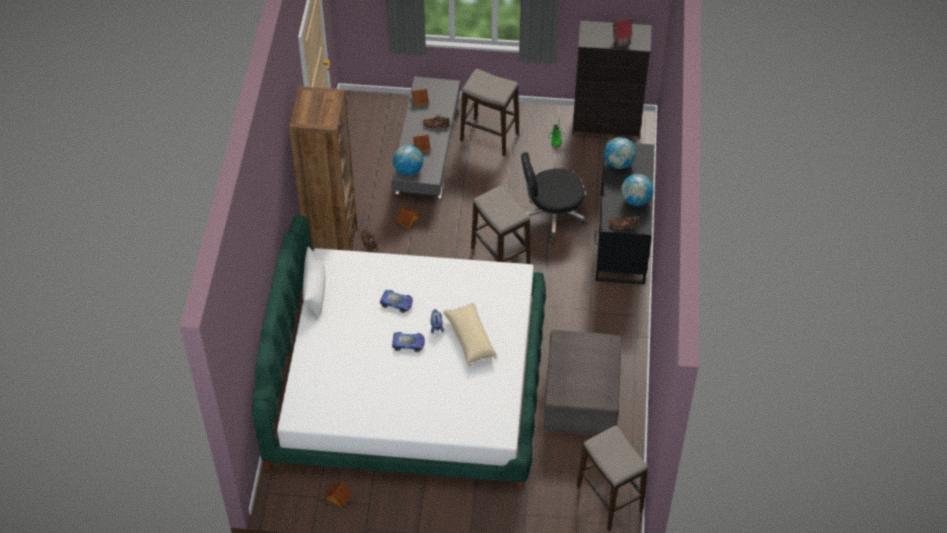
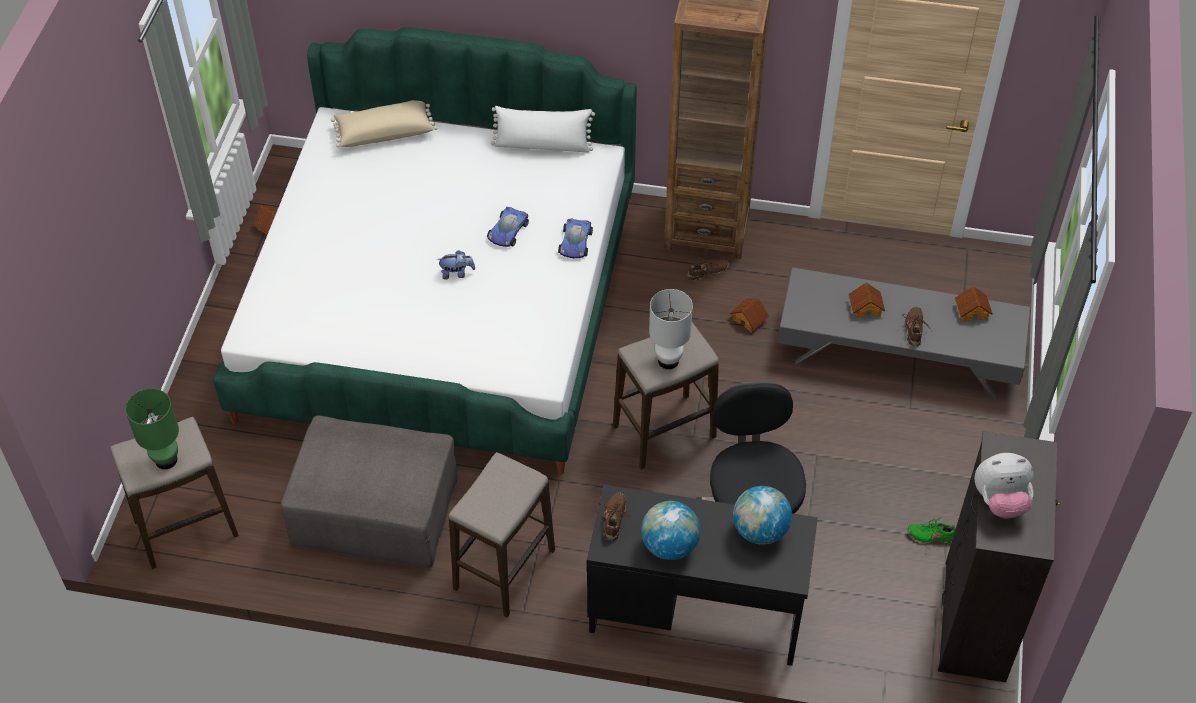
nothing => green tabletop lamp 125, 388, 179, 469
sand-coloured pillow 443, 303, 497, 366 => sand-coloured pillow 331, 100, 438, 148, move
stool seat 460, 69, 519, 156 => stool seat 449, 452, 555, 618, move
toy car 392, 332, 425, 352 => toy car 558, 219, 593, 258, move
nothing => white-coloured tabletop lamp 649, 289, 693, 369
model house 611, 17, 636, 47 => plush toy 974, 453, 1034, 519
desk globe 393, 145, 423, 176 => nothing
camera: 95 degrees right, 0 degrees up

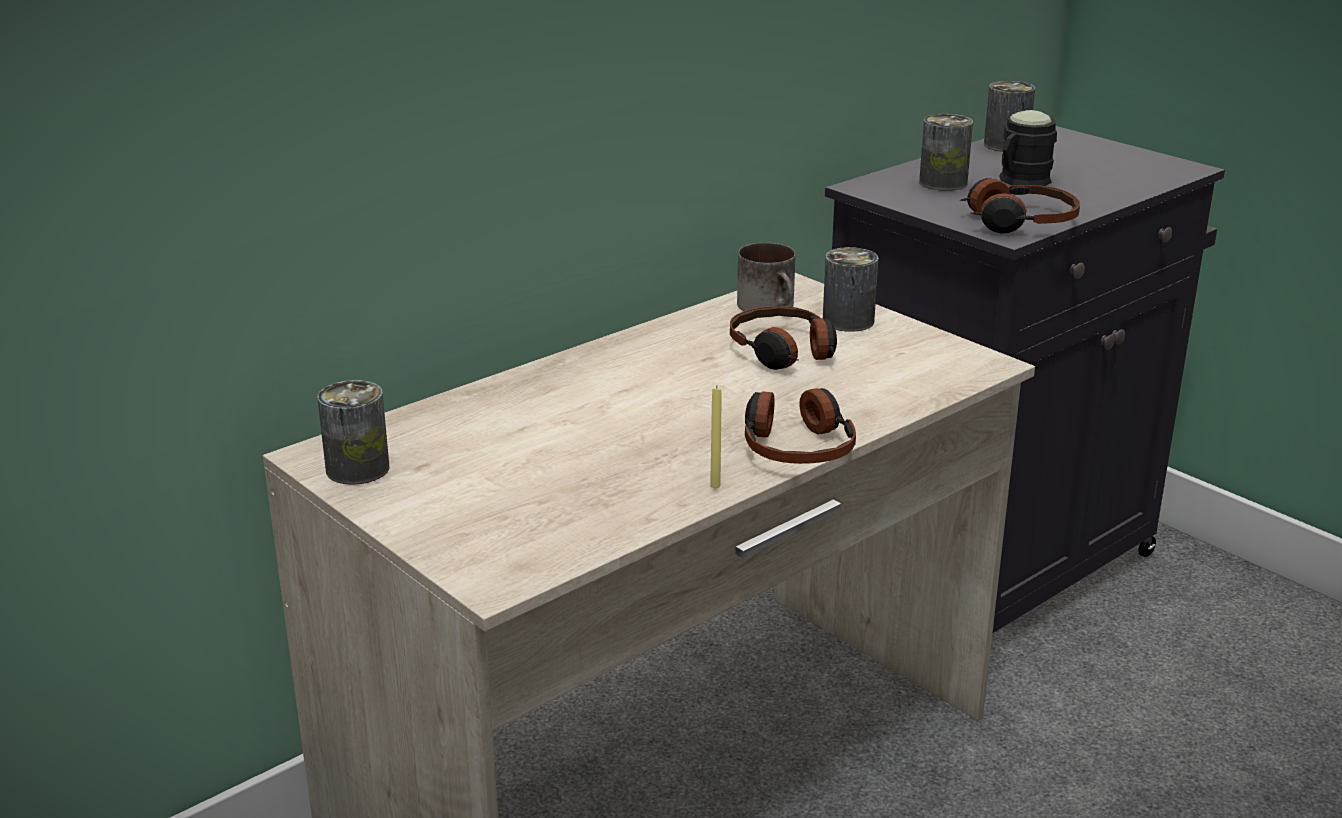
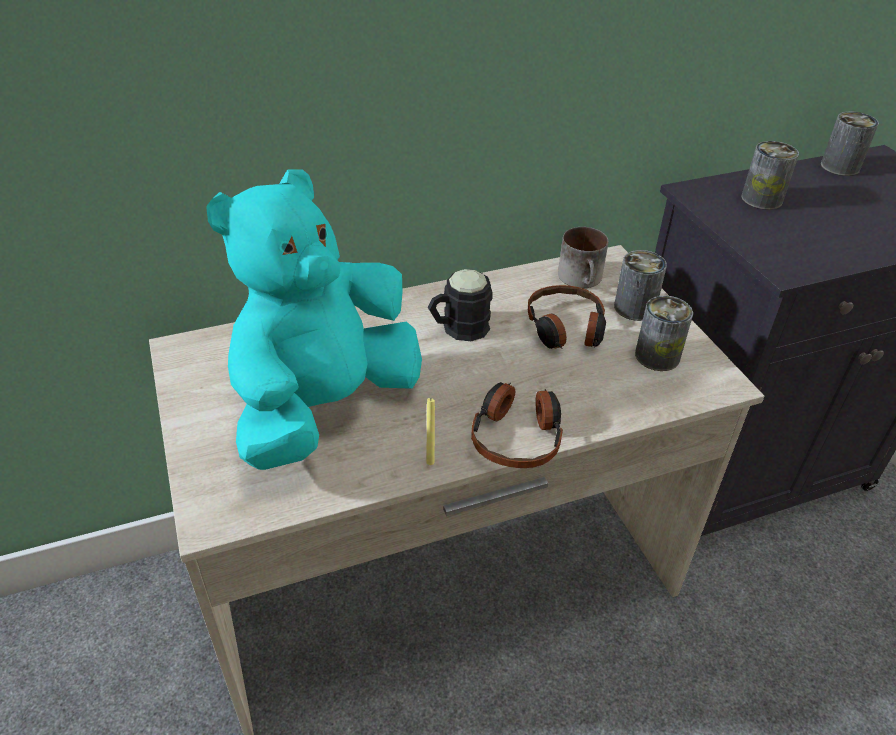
nothing => turquoise-coloured plush toy 206, 169, 422, 470
blackish coffee mug 999, 110, 1057, 186 => blackish coffee mug 428, 269, 493, 341, move
metal can 317, 380, 389, 485 => metal can 635, 296, 693, 371, move
headphones 960, 178, 1080, 233 => nothing
camera: 20 degrees right, 15 degrees up

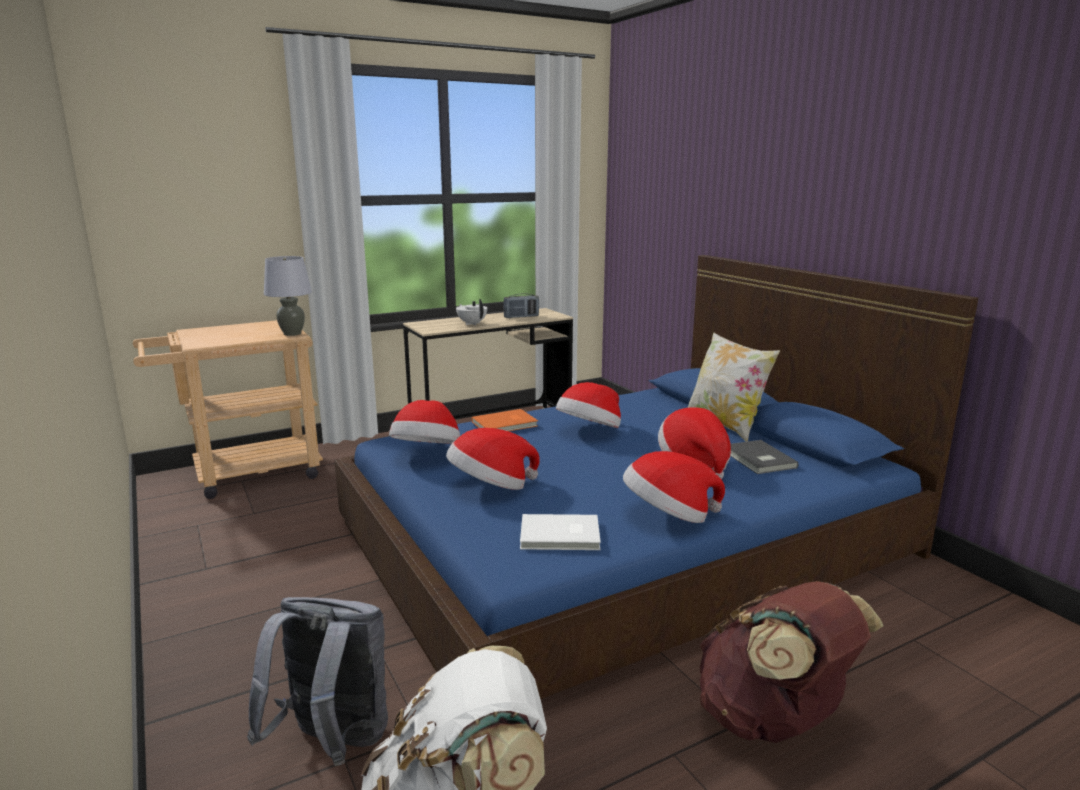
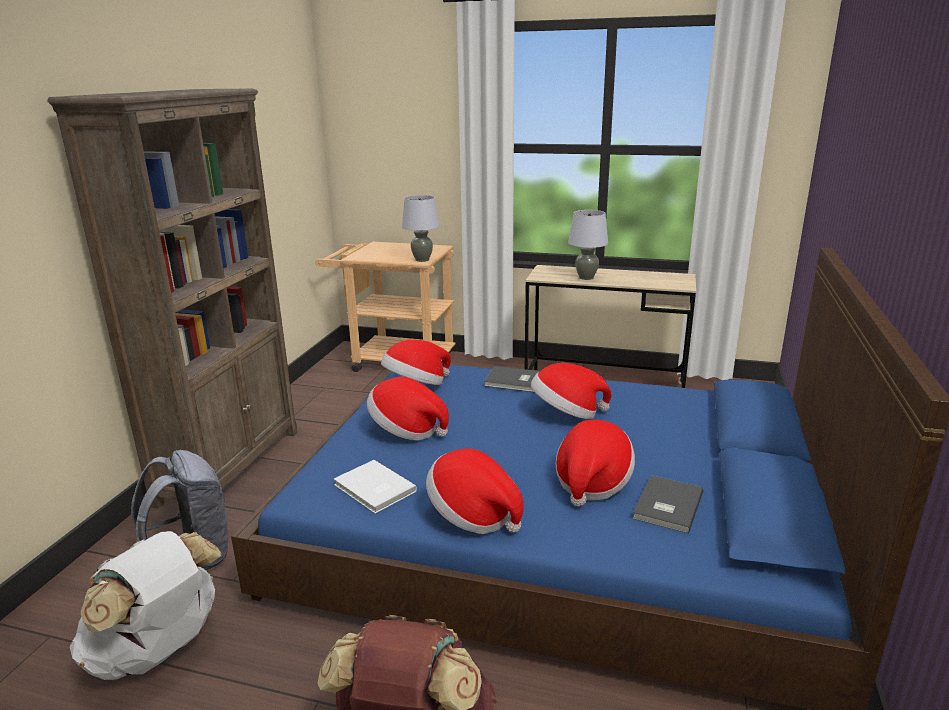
nothing => brown-coloured bookcase 47, 88, 297, 509
orange-coloured book 472, 409, 538, 431 => grey book 484, 366, 540, 392
white-coloured pot for tea 456, 299, 487, 325 => grey tabletop lamp 568, 210, 608, 280
radio 503, 293, 539, 318 => nothing
pillow 687, 332, 780, 442 => nothing
camera: 45 degrees right, 5 degrees up

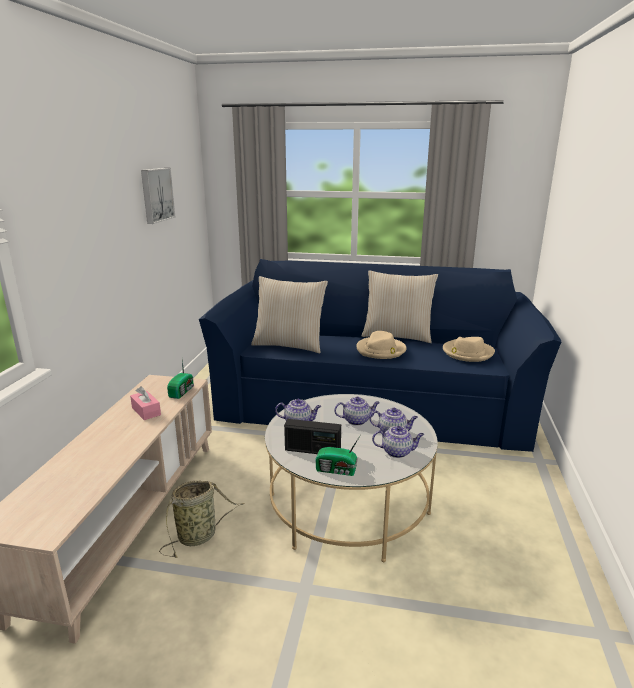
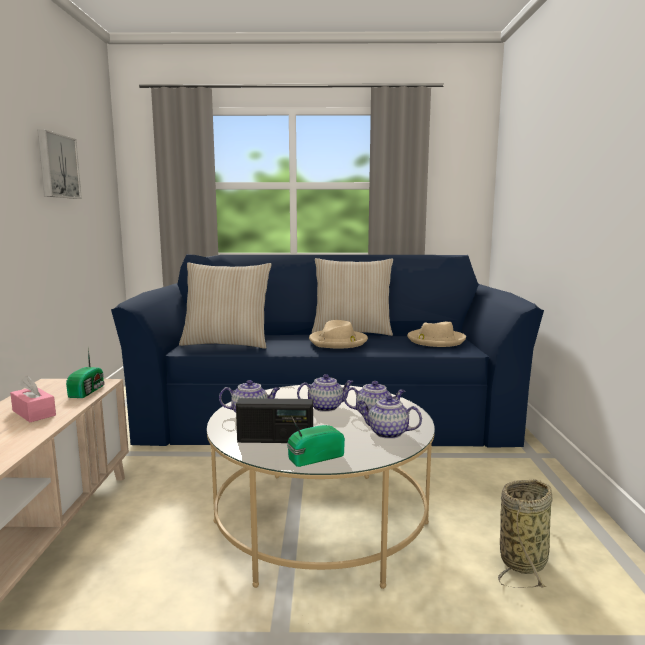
radio 316, 436, 360, 476 => radio 287, 417, 345, 467, 150 degrees clockwise
pot for tea 372, 426, 424, 458 => pot for tea 358, 395, 422, 439, 150 degrees counterclockwise
household basket 159, 481, 245, 558 => household basket 498, 479, 553, 588, move
camera: 10 degrees left, 10 degrees down

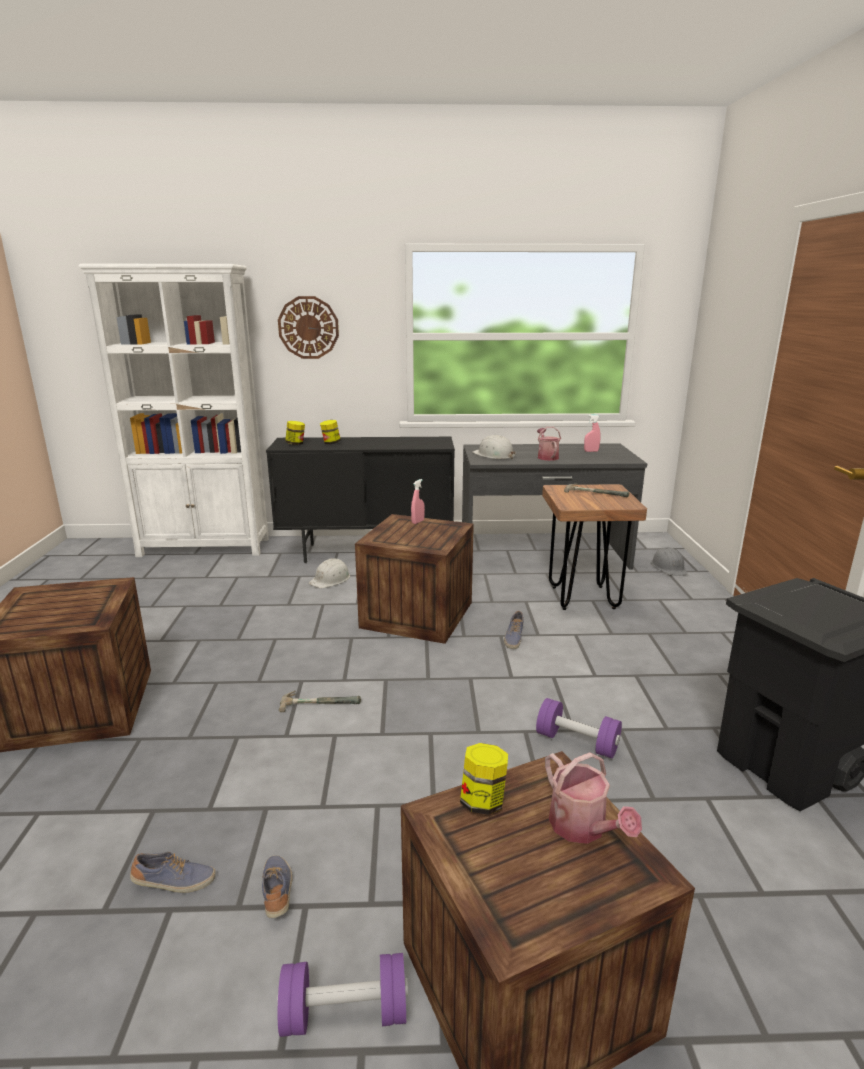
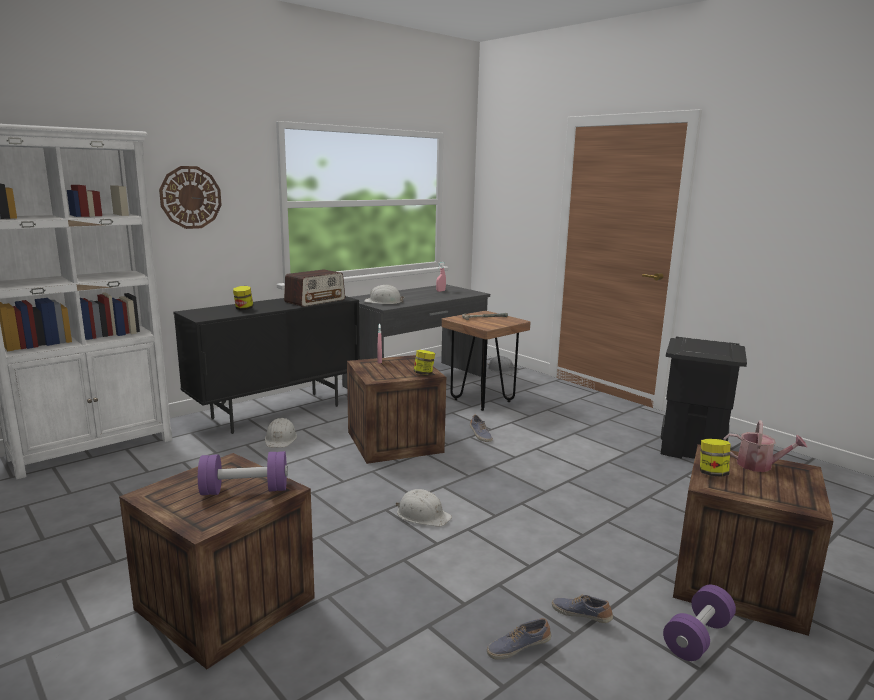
purple hand weight 536, 698, 622, 758 => purple hand weight 198, 451, 288, 495, move
nothing => radio 284, 269, 345, 307
hand hammer 279, 691, 361, 712 => white-coloured safety helmet 396, 489, 452, 527
storage jar 285, 421, 305, 445 => storage jar 414, 350, 435, 375, move
low shoe 130, 852, 216, 893 => low shoe 487, 618, 551, 660, 150 degrees counterclockwise
sprinkling can 537, 427, 561, 461 => nothing
camera: 40 degrees left, 5 degrees down

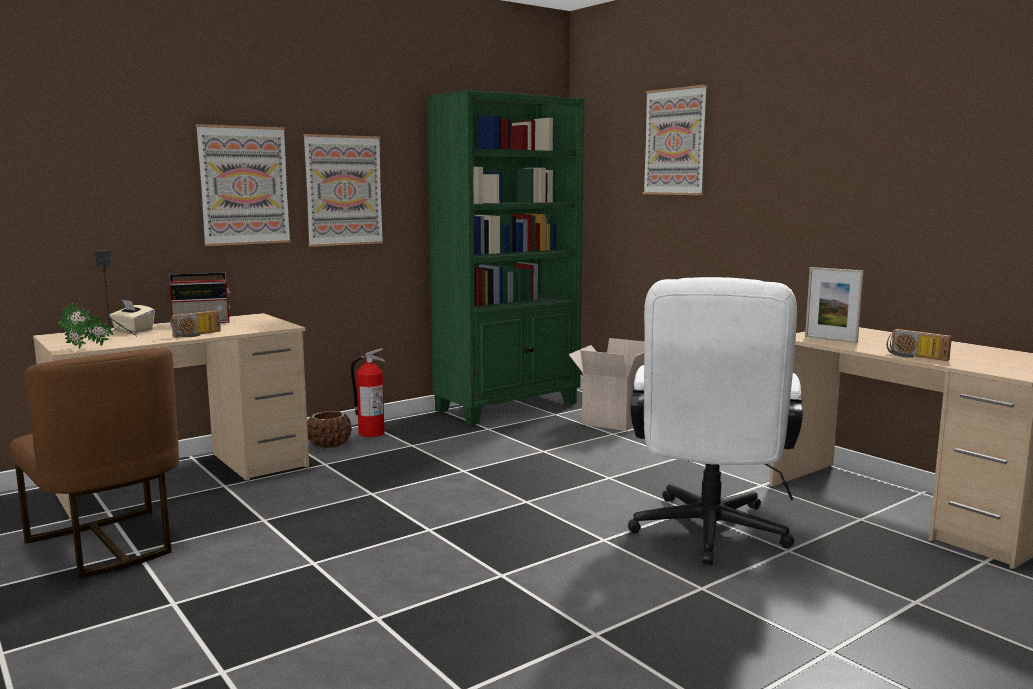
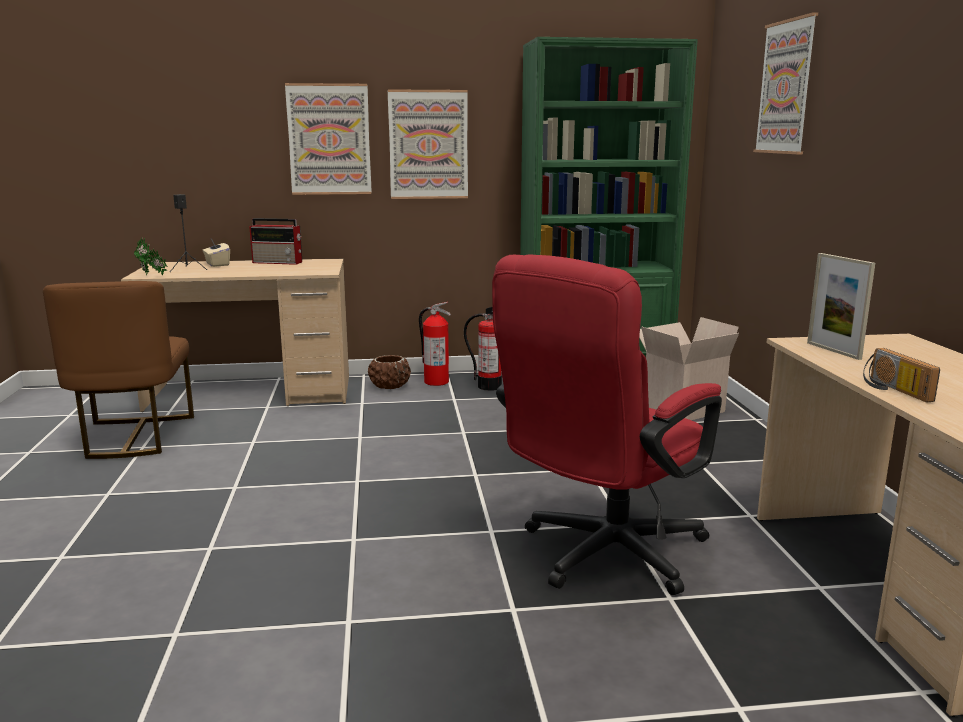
nothing => fire extinguisher 464, 307, 502, 391
white-coloured desk chair 628, 277, 803, 565 => red desk chair 492, 255, 722, 595
radio 170, 310, 221, 338 => nothing
camera: 30 degrees right, 5 degrees up

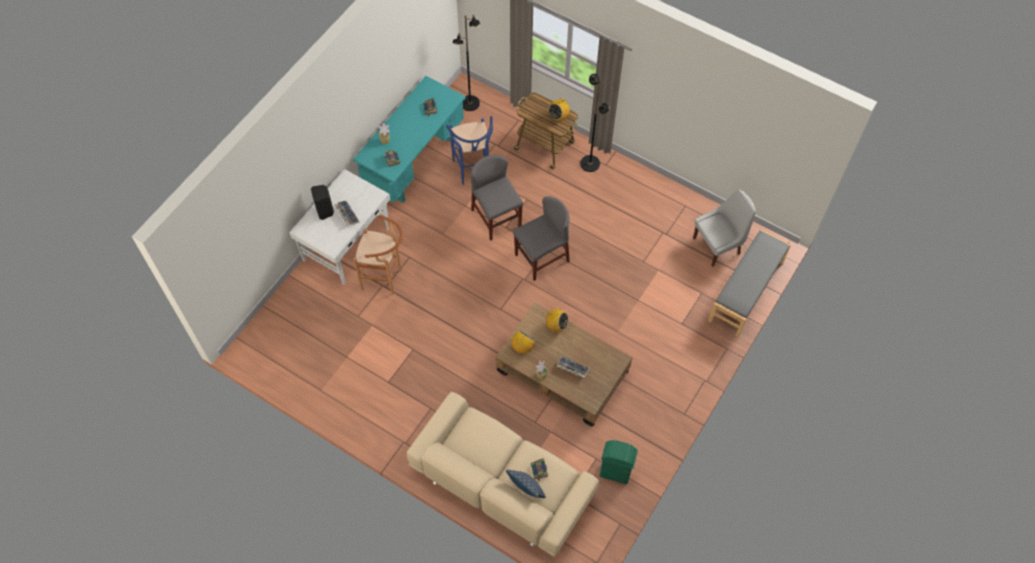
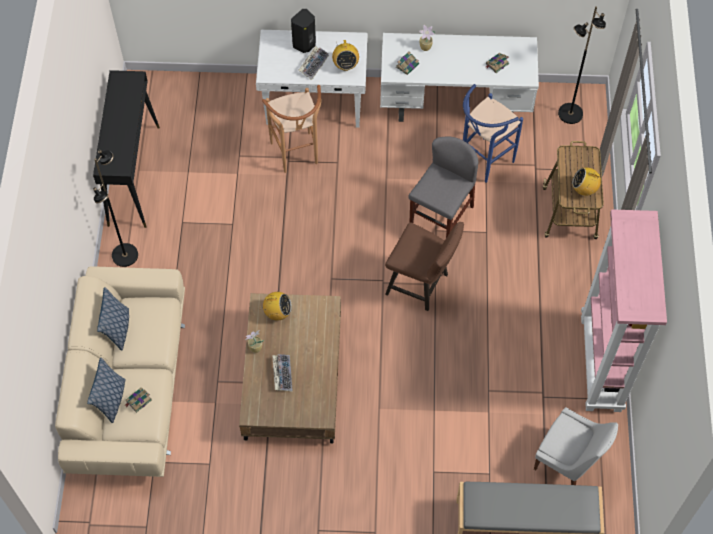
nothing => blackish hall table 93, 70, 160, 228
blackish floor lamp 580, 74, 610, 172 => blackish floor lamp 93, 150, 138, 267, move
nothing => pillow 97, 287, 129, 351
radio 546, 309, 569, 332 => radio 332, 40, 359, 71, move
turquoise-coloured desk 353, 76, 466, 203 => white-coloured desk 380, 33, 539, 122
grey chair 513, 196, 570, 281 => brown-coloured stool seat 385, 222, 464, 311
nothing => pink bookcase 581, 209, 667, 412
green trash can 599, 440, 638, 484 => nothing
camera: 60 degrees right, 0 degrees up

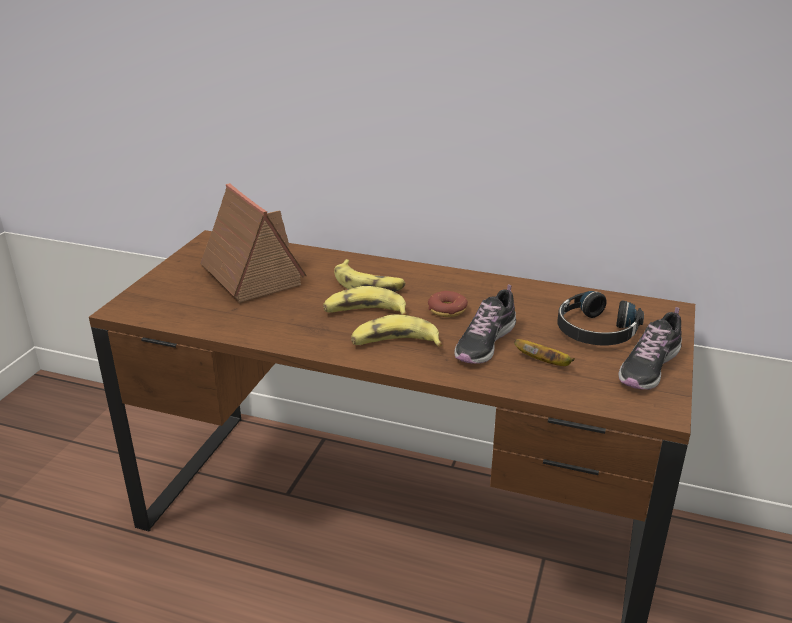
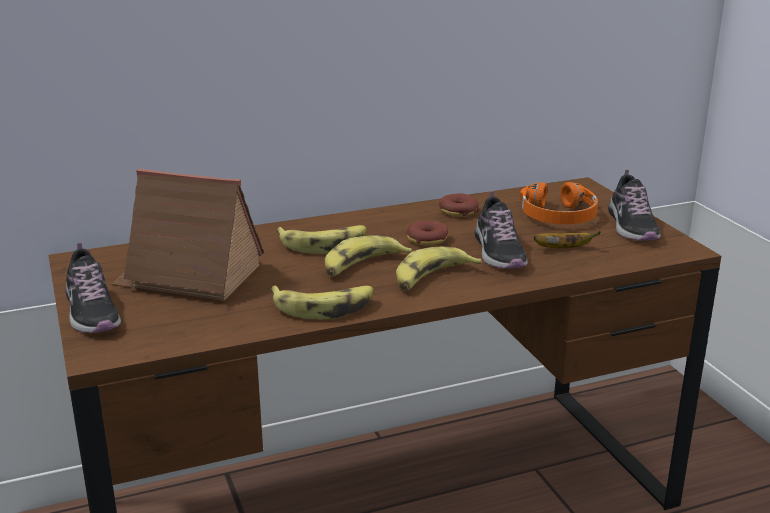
nothing => low shoe 65, 243, 121, 333
nothing => banana fruit 271, 285, 374, 320
nothing => ring doughnut 439, 193, 479, 217
blackish headphones 557, 291, 644, 345 => orange-coloured headphones 520, 182, 598, 224
camera: 40 degrees left, 5 degrees down

